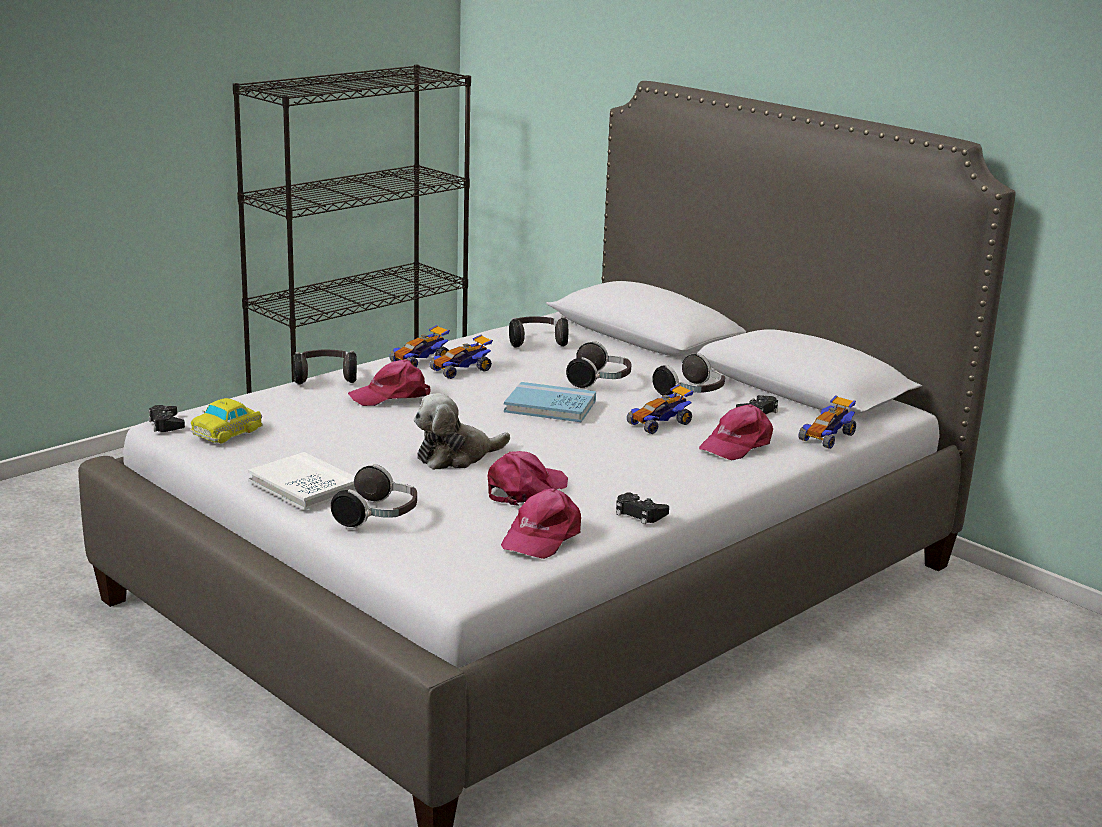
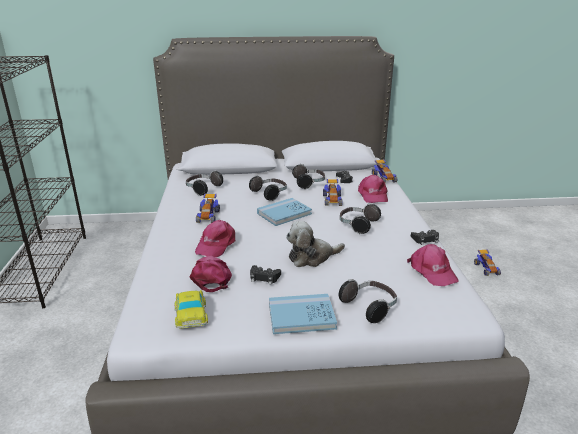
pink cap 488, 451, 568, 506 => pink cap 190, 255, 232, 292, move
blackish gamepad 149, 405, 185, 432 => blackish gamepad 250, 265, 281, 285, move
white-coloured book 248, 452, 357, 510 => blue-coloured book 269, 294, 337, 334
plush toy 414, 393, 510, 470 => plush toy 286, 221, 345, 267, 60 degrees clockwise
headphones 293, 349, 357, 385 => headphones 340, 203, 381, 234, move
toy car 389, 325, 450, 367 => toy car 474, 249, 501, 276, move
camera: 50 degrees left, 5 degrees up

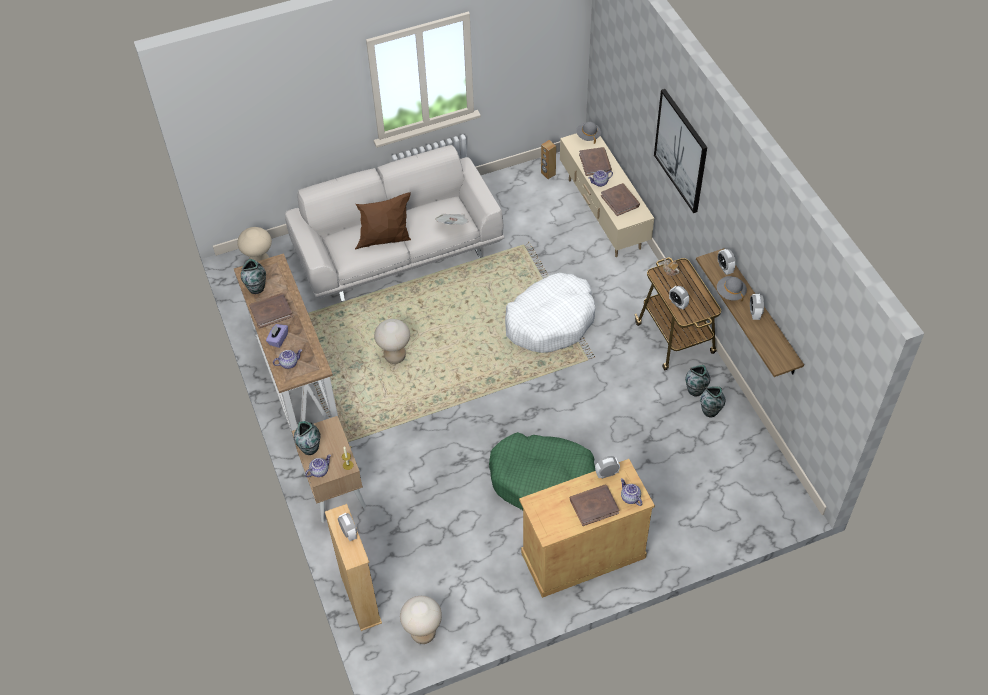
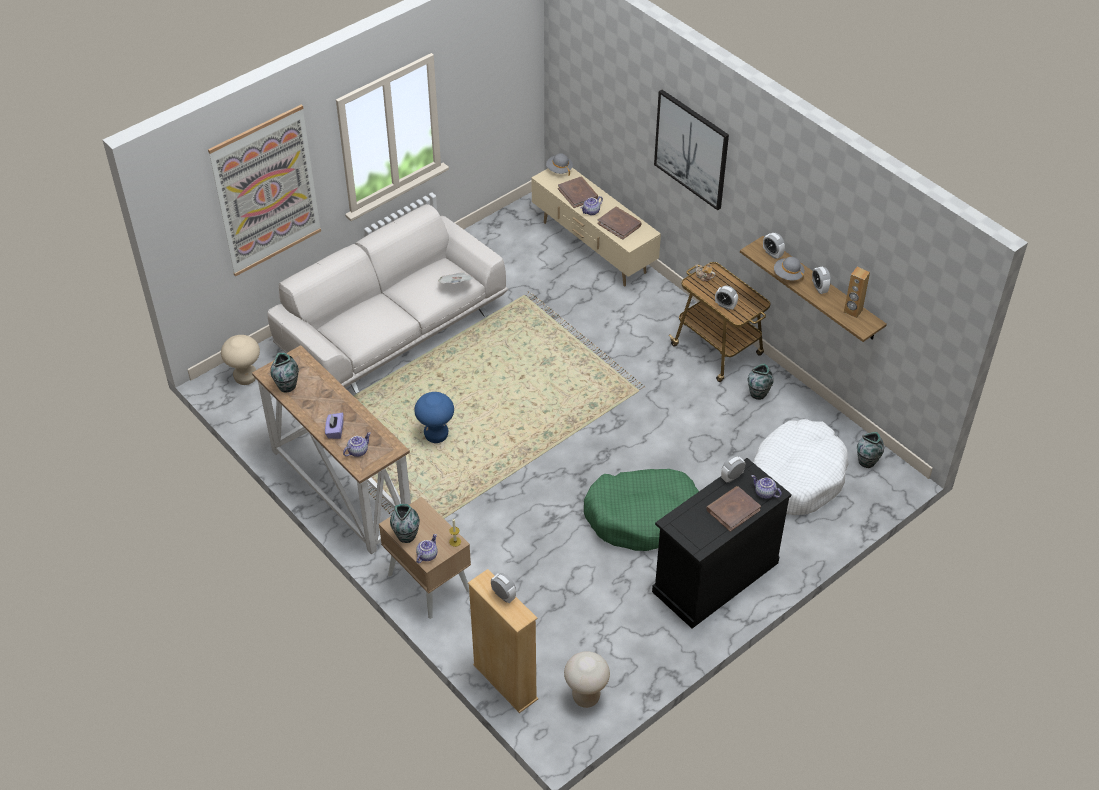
nothing => wall picture 208, 104, 321, 277
sand-coloured stool seat 374, 319, 410, 364 => blue-coloured stool seat 414, 392, 454, 443
sand-coloured storage cabinet 519, 459, 655, 598 => blackish storage cabinet 652, 458, 792, 629
white-coloured dog cushion 505, 273, 596, 353 => white-coloured dog cushion 753, 419, 849, 515, move
brown-coloured loudspeaker 541, 140, 556, 179 => brown-coloured loudspeaker 844, 267, 870, 318, move
vase 700, 387, 725, 417 => vase 857, 432, 884, 468, move
brown-coloured book 249, 293, 293, 329 => nothing
brown-coloured pillow 355, 192, 411, 250 => nothing
camera: 20 degrees left, 5 degrees down

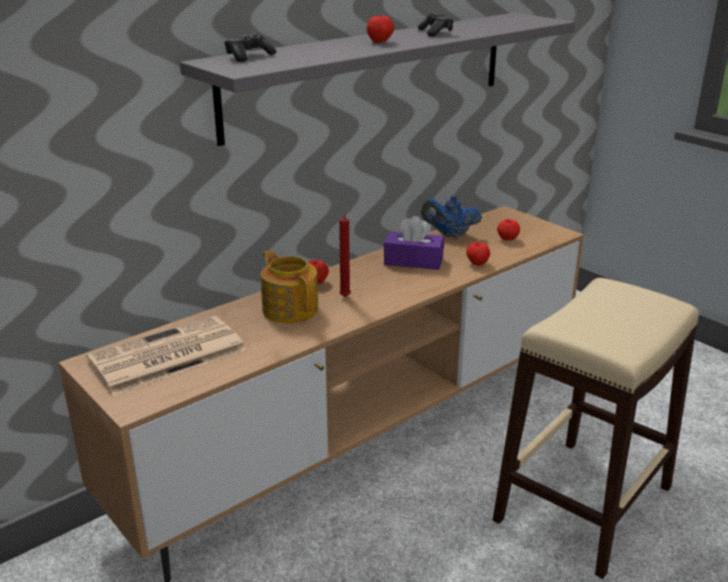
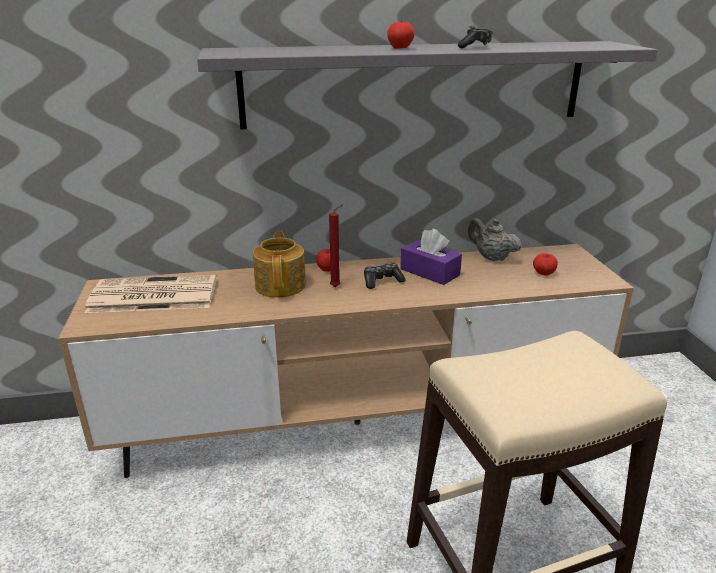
gamepad 224, 33, 276, 62 => gamepad 364, 263, 406, 289, move
blue-coloured pot for tea 421, 195, 482, 238 => sand-coloured pot for tea 468, 218, 522, 261
apple fruit 466, 242, 490, 265 => nothing
camera: 30 degrees right, 0 degrees up

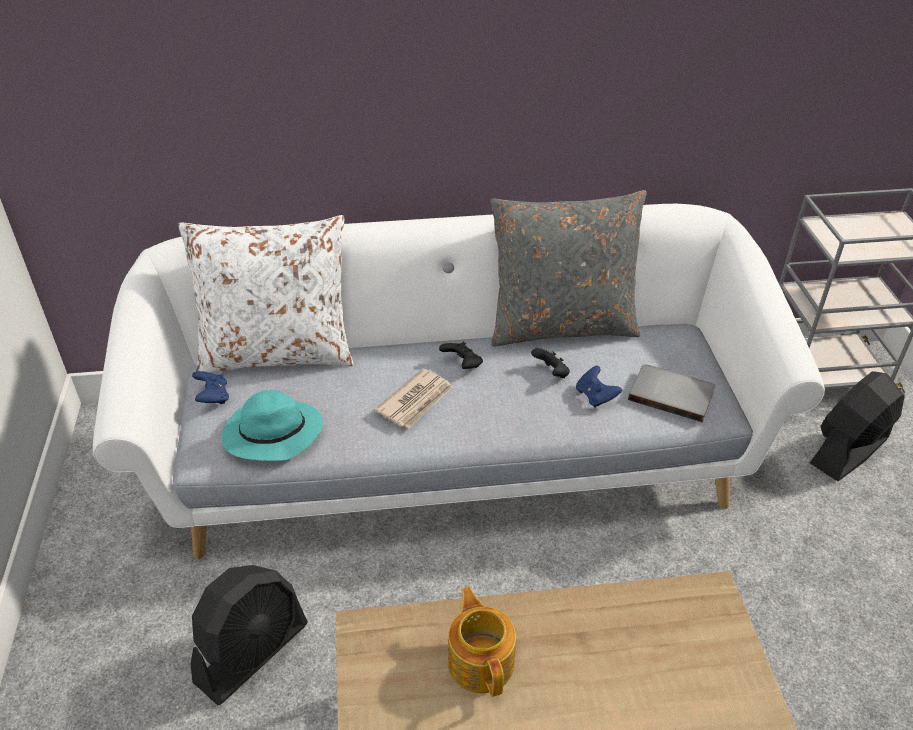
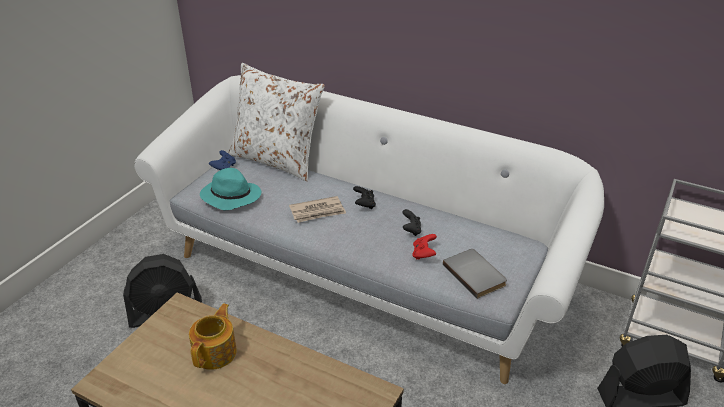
blue-coloured gamepad 576, 366, 622, 407 => red gamepad 412, 234, 437, 260
grey pillow 490, 190, 647, 346 => nothing
camera: 35 degrees right, 5 degrees down

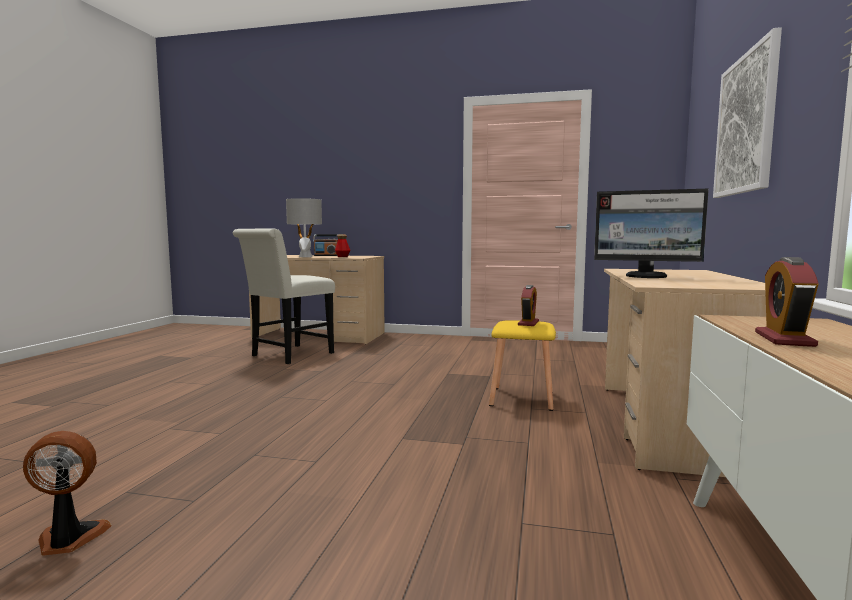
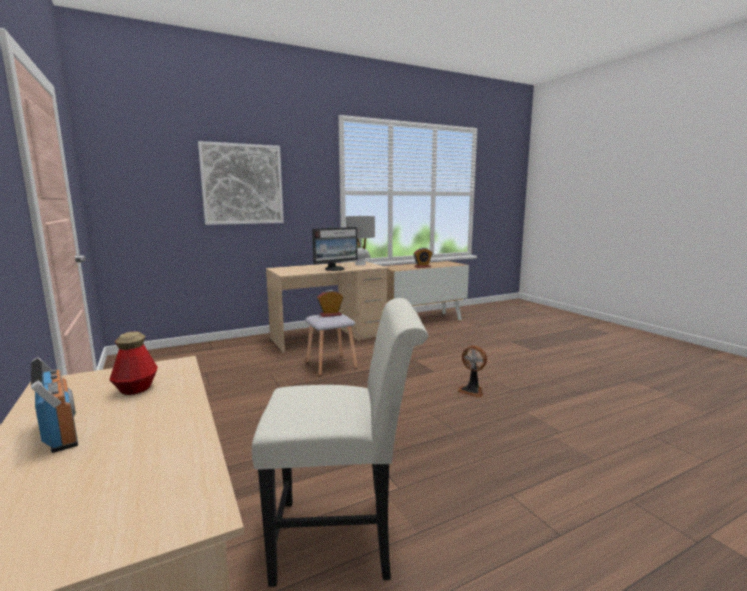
yellow-coloured stool seat 489, 320, 556, 411 => grey stool seat 305, 314, 358, 376
monitor 594, 189, 709, 278 => monitor 312, 227, 358, 271, 75 degrees clockwise
grey tabletop lamp 286, 198, 322, 257 => grey tabletop lamp 346, 216, 375, 265, move
fan 23, 431, 111, 556 => fan 457, 346, 487, 398, move
camera: 130 degrees left, 5 degrees up

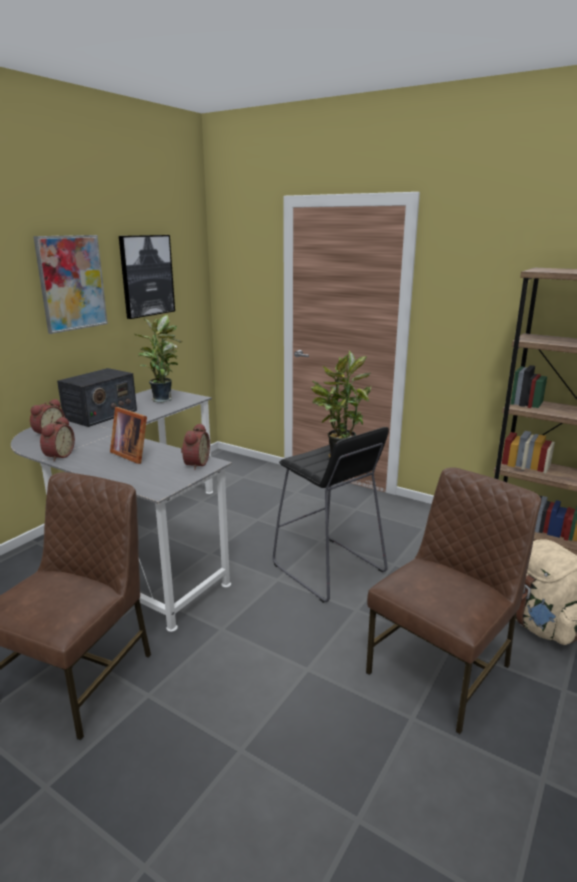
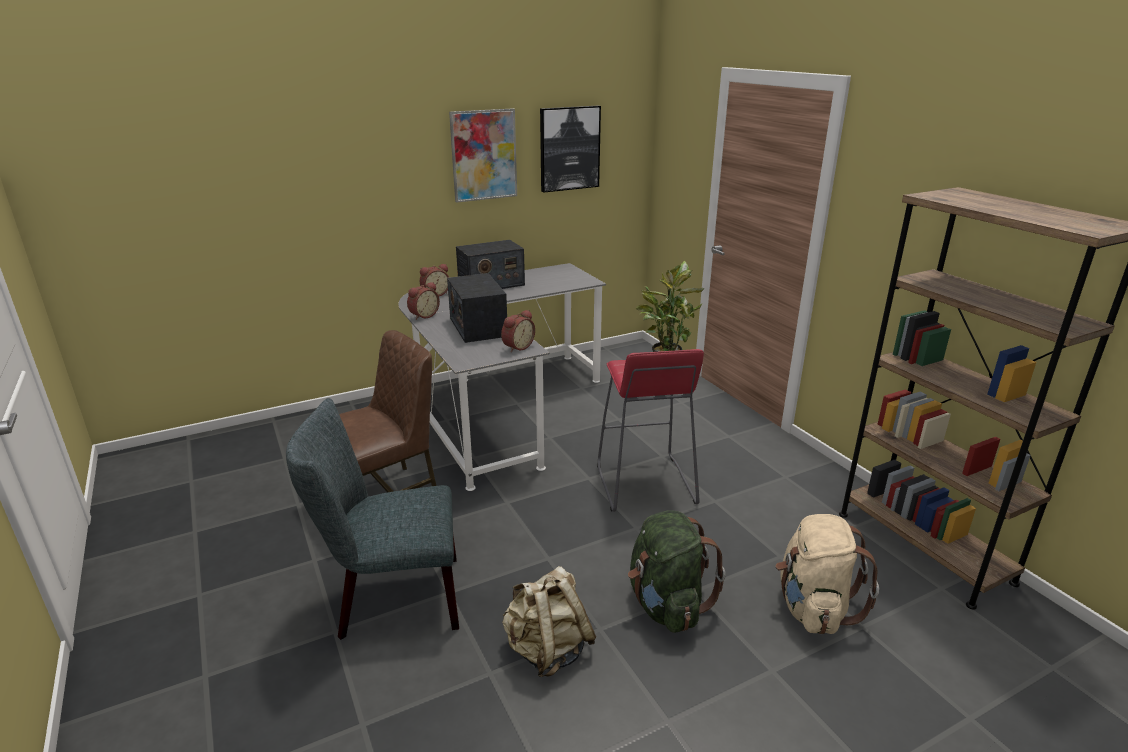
nothing => grey chair 286, 398, 459, 640
photo frame 110, 407, 147, 464 => radio 447, 273, 507, 343
nothing => sand-coloured knapsack 502, 566, 596, 677
blackish stool seat 273, 427, 389, 603 => red stool seat 597, 349, 704, 512
brown-coloured chair 366, 467, 541, 734 => green knapsack 628, 510, 726, 633
houseplant 134, 315, 183, 403 => nothing
camera: 30 degrees right, 5 degrees up

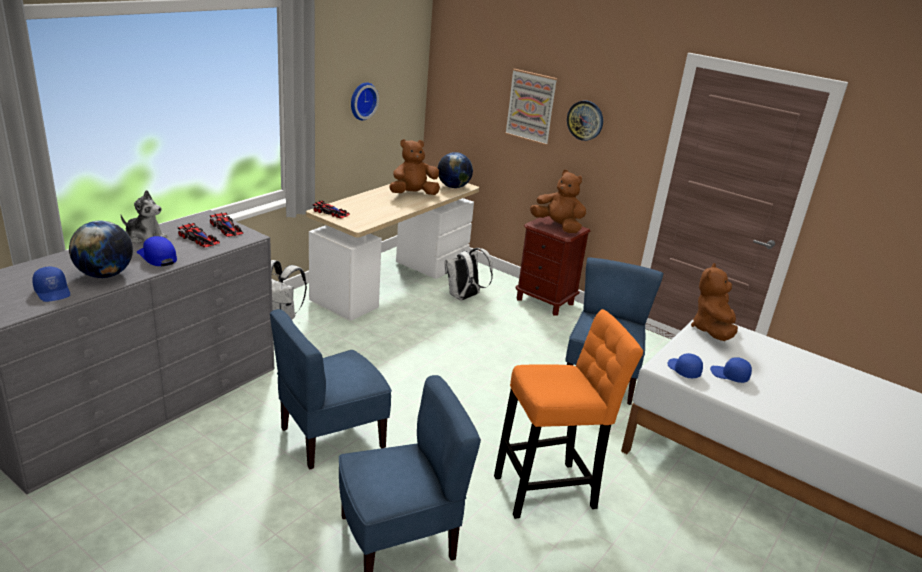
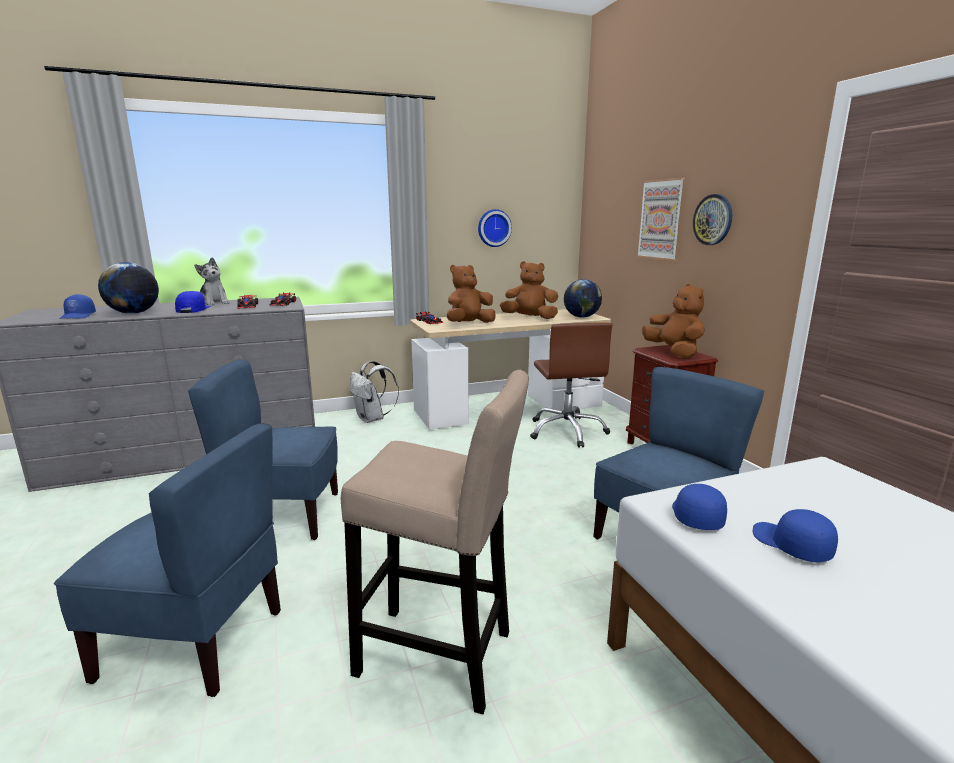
orange-coloured stool seat 494, 309, 643, 519 => sand-coloured stool seat 341, 370, 529, 714
brown-coloured plush toy 691, 263, 738, 341 => brown-coloured plush toy 447, 265, 495, 323, move
white-coloured knapsack 445, 248, 493, 301 => brown-coloured desk chair 530, 322, 612, 448
camera: 35 degrees right, 10 degrees down

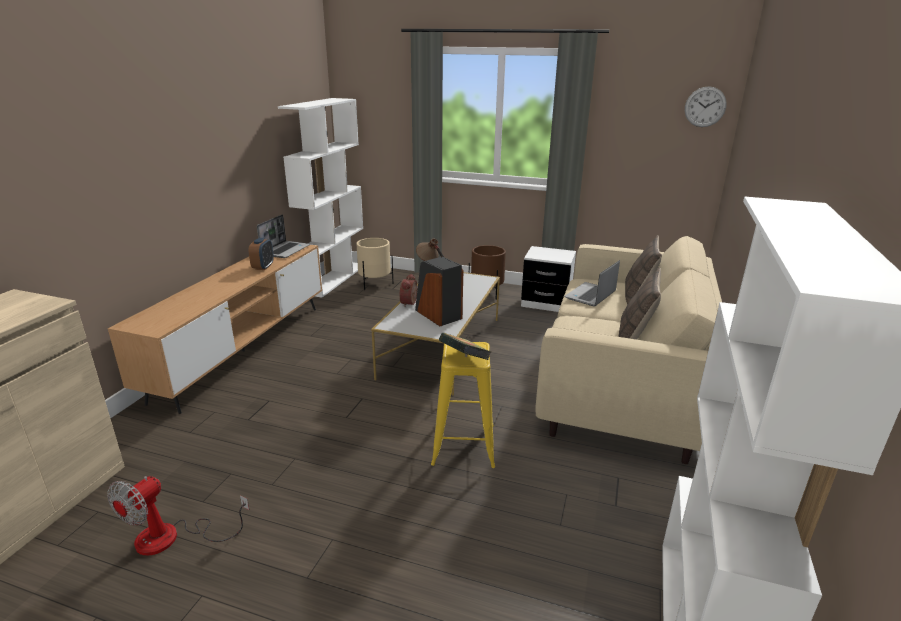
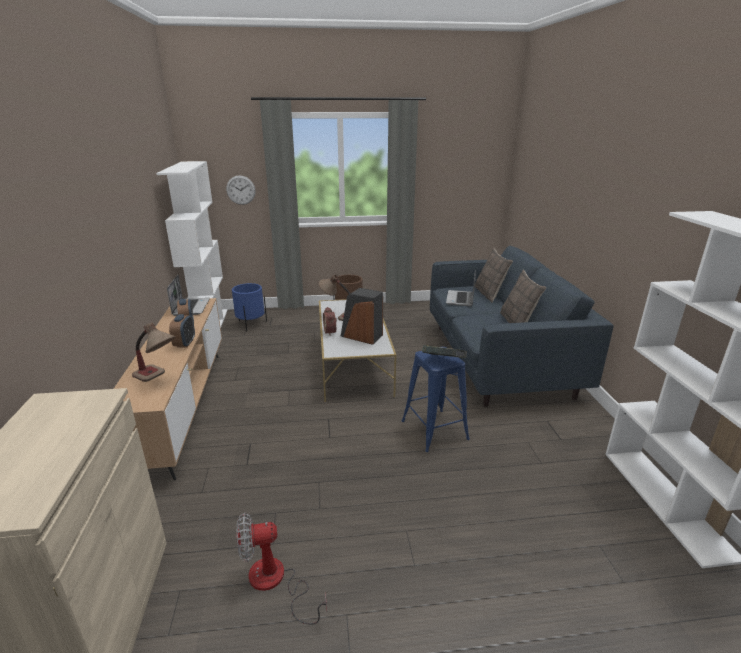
nothing => tabletop lamp 132, 322, 175, 382
nothing => alarm clock 169, 314, 195, 347
clock on the wall 685, 86, 727, 127 => clock on the wall 226, 175, 255, 205, move
sand-coloured plant pot 356, 238, 393, 290 => blue-coloured plant pot 232, 283, 267, 332
fan 107, 476, 249, 556 => fan 236, 513, 327, 625, 75 degrees clockwise
yellow-coloured stool seat 431, 342, 495, 468 => blue-coloured stool seat 402, 347, 470, 452
sand-coloured couch 536, 236, 722, 464 => blue-coloured couch 430, 246, 614, 407
white-coloured night table 521, 246, 576, 312 => nothing
camera: 25 degrees left, 0 degrees up

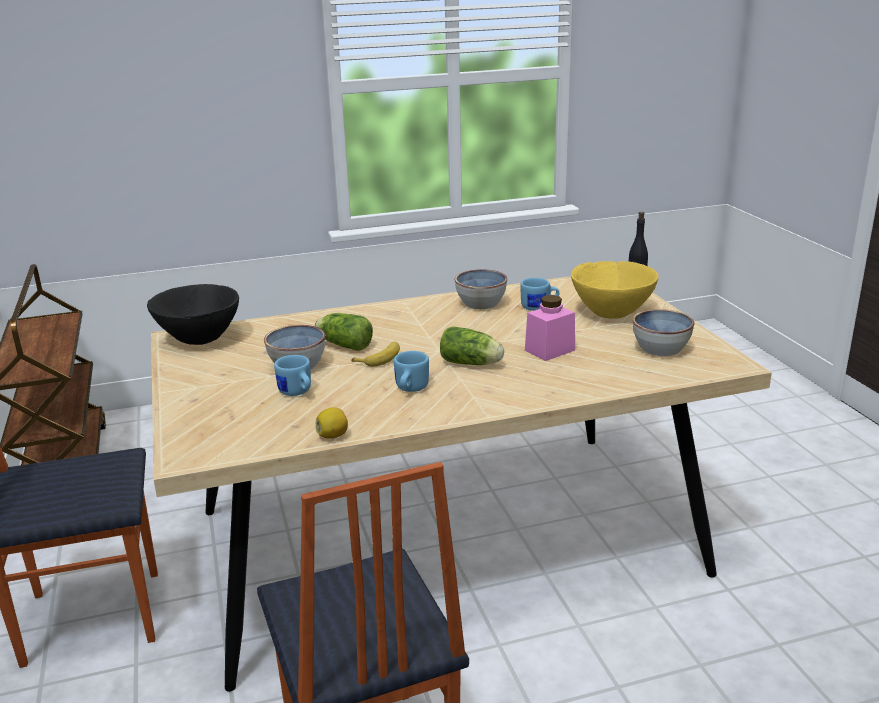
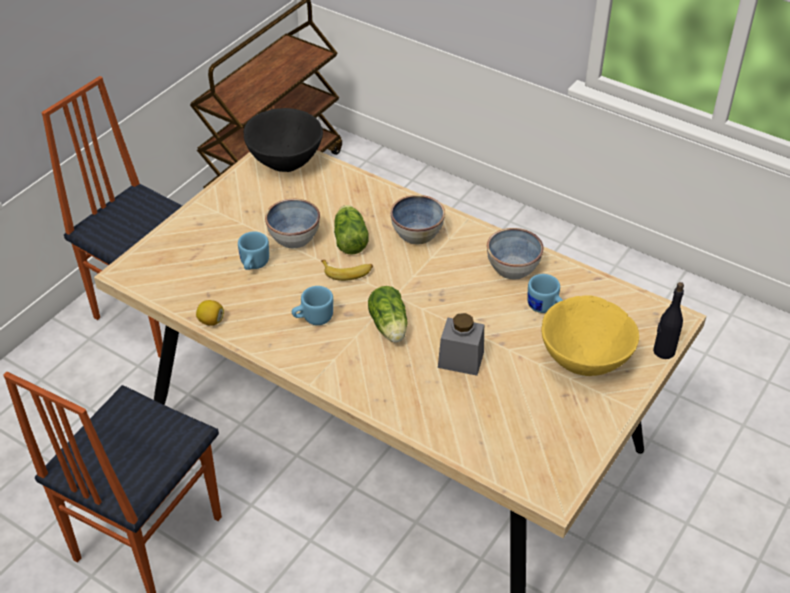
deep dish 633, 309, 694, 356 => deep dish 390, 195, 445, 244, move
pink storage jar 525, 295, 575, 361 => grey storage jar 438, 313, 484, 376
camera: 50 degrees right, 20 degrees up

